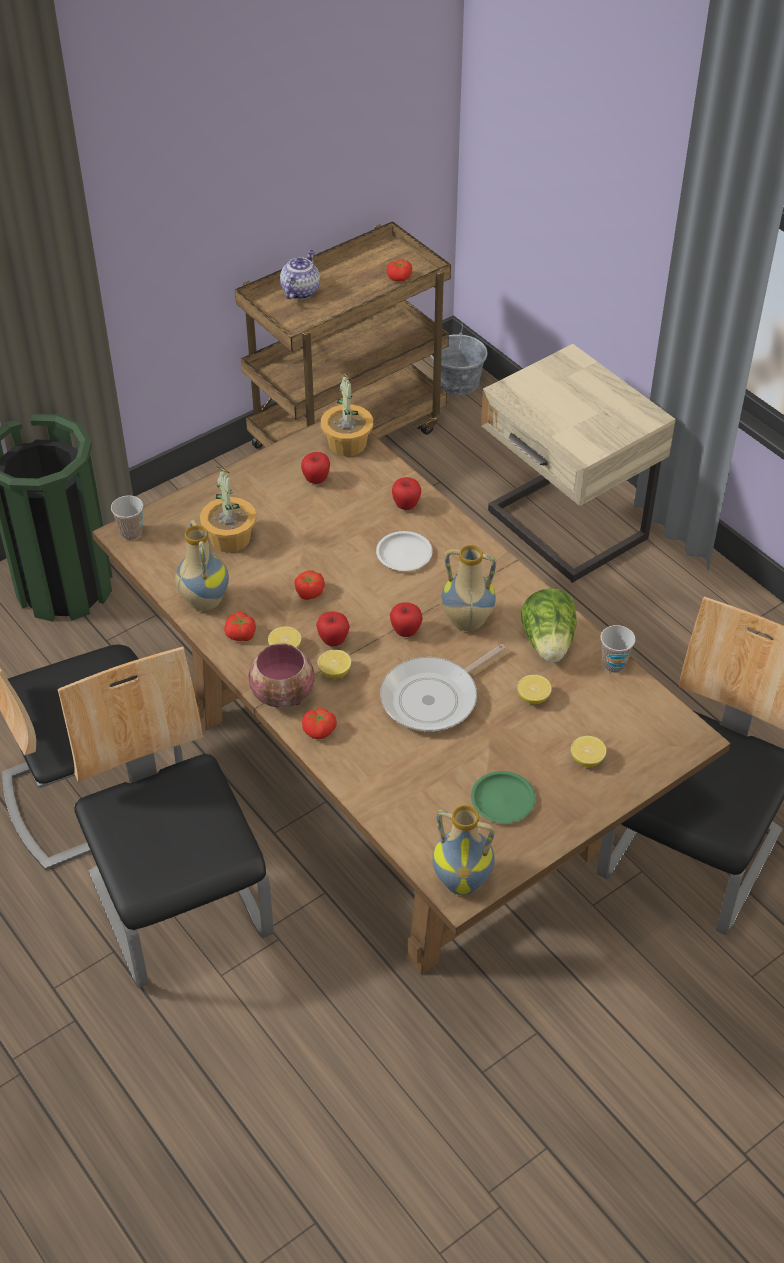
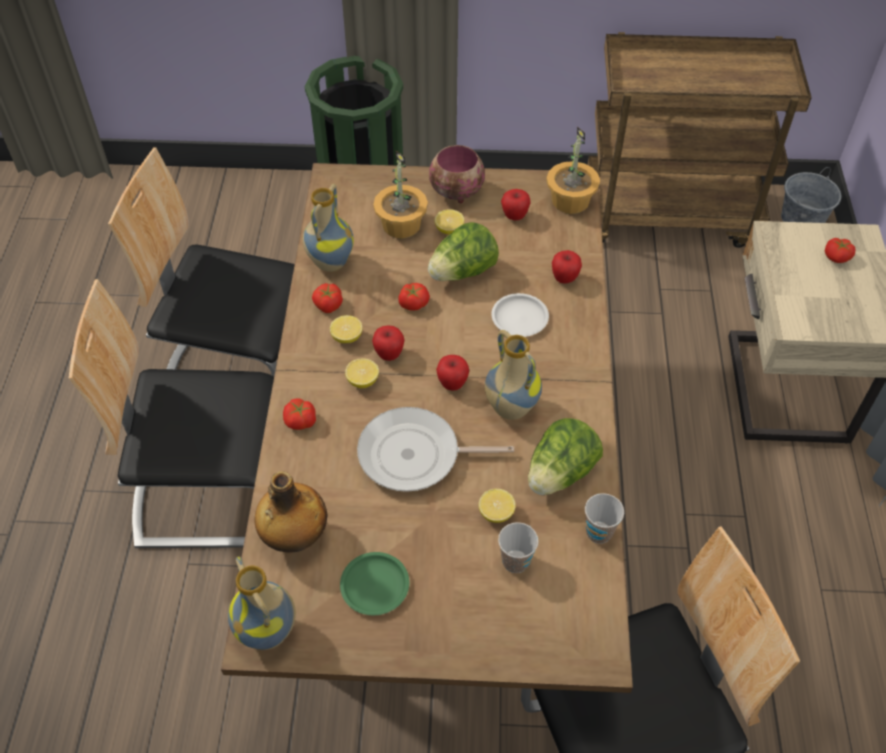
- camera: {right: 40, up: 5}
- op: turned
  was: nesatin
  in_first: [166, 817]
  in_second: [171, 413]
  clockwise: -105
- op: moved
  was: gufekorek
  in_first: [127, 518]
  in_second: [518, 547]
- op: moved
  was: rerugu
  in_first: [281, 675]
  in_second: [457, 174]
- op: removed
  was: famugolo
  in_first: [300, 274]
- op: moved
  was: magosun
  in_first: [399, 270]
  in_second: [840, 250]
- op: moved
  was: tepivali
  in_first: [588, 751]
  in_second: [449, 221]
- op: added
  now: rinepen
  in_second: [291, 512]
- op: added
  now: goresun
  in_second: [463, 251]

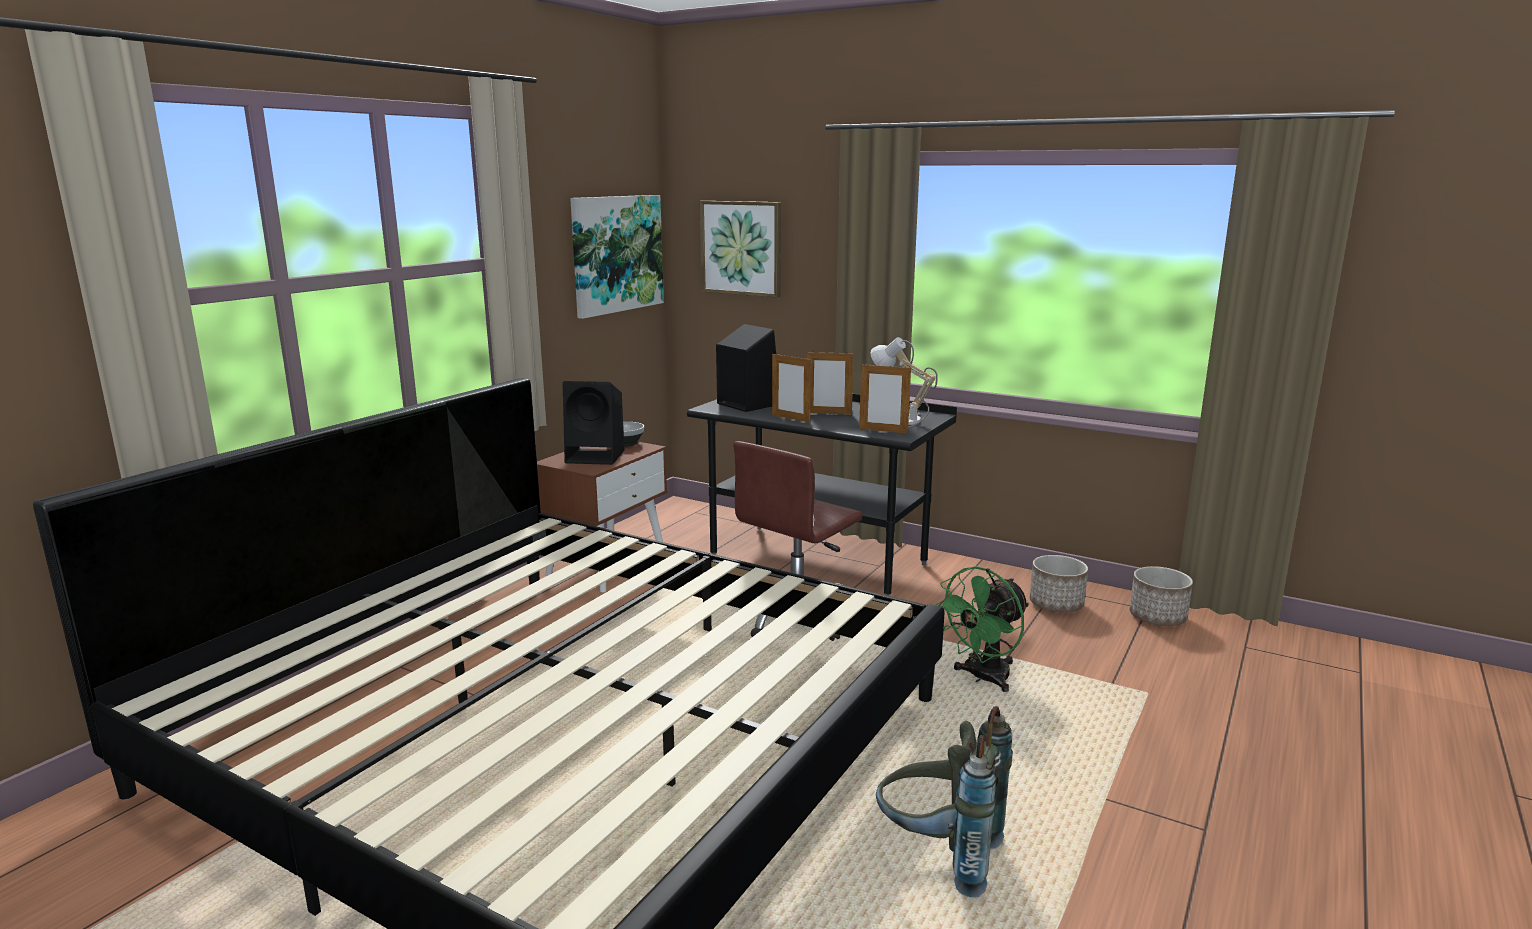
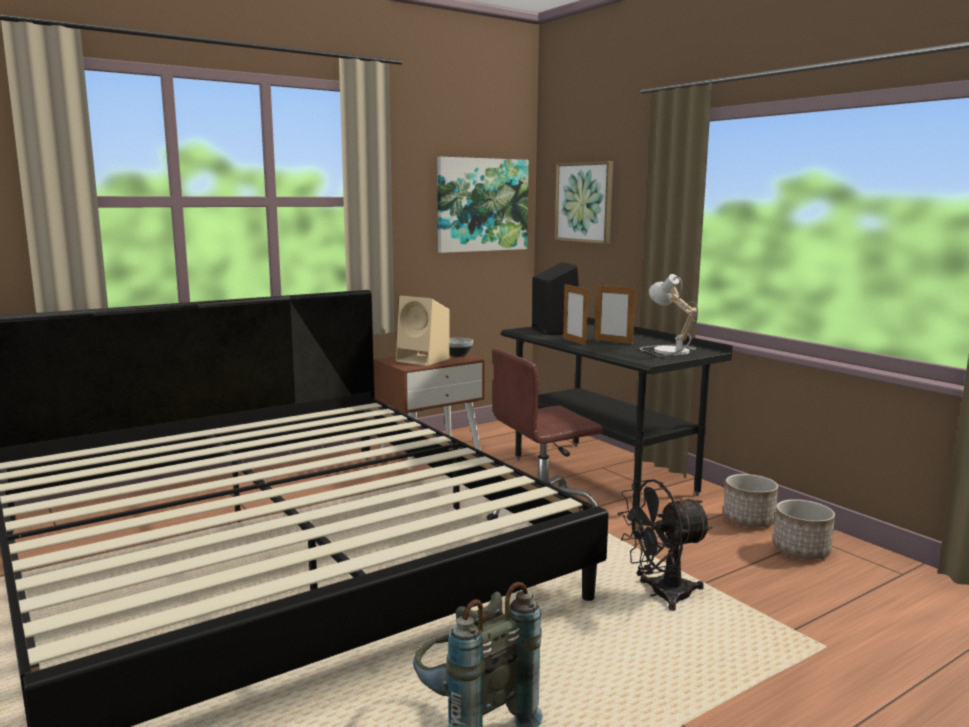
- camera: {right: 25, up: -5}
- op: recoloured
  was: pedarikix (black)
  now: pedarikix (beige)
  in_first: [593, 423]
  in_second: [423, 331]
- op: removed
  was: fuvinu
  in_first: [885, 398]
- op: recoloured
  was: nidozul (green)
  now: nidozul (black)
  in_first: [982, 629]
  in_second: [665, 545]
- op: moved
  was: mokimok
  in_first: [1161, 596]
  in_second: [750, 500]

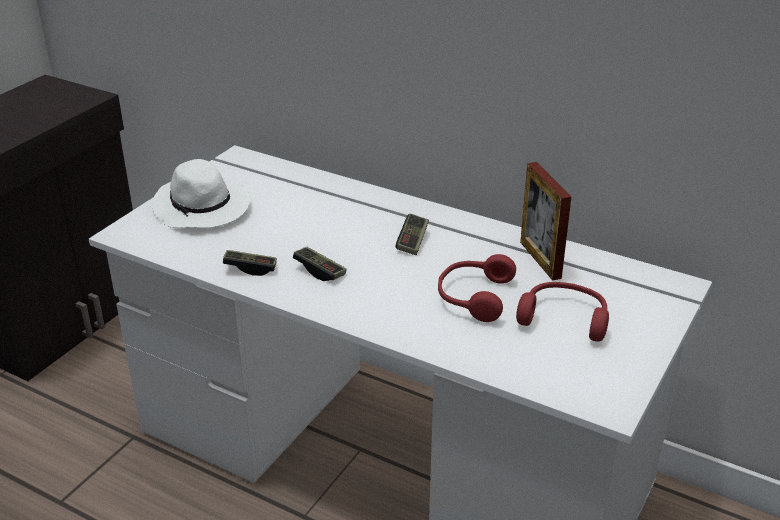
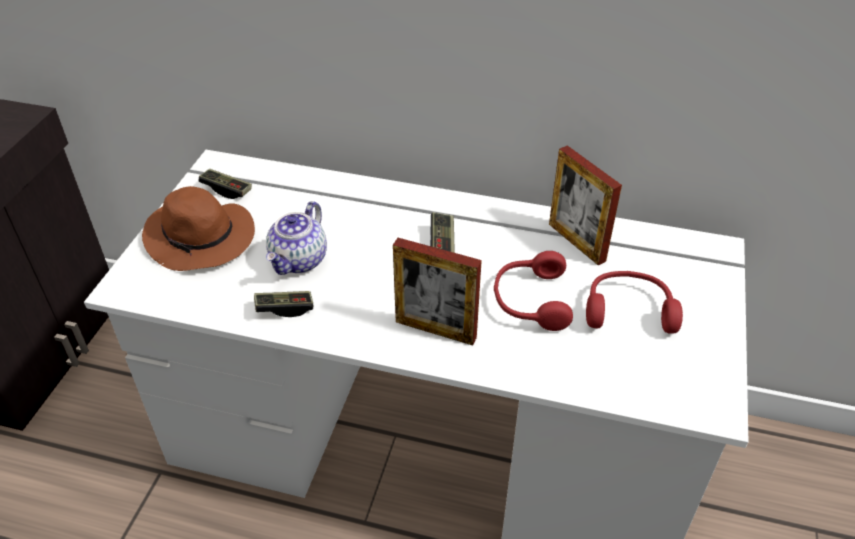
- camera: {right: -15, up: 10}
- op: recoloured
  was: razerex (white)
  now: razerex (brown)
  in_first: [201, 193]
  in_second: [198, 228]
- op: moved
  was: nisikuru
  in_first: [320, 264]
  in_second: [225, 184]
- op: added
  now: famugolo
  in_second: [296, 238]
- op: added
  now: fuvinu
  in_second: [437, 291]

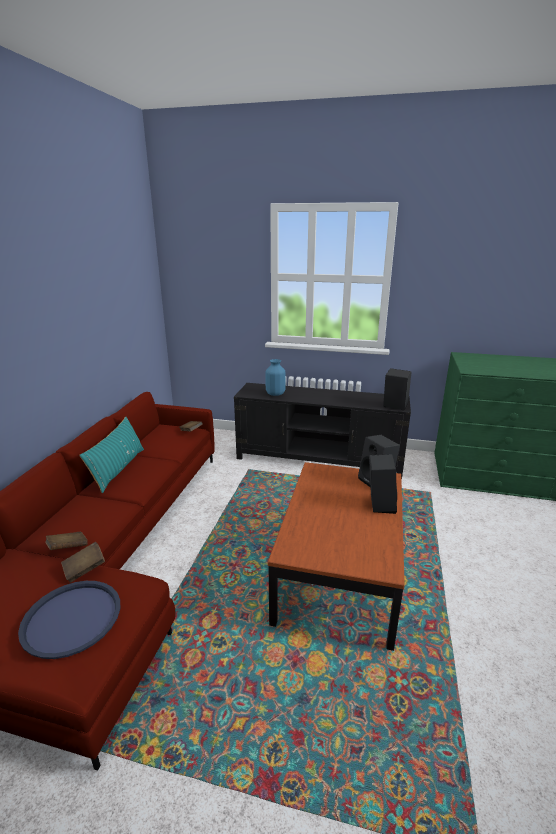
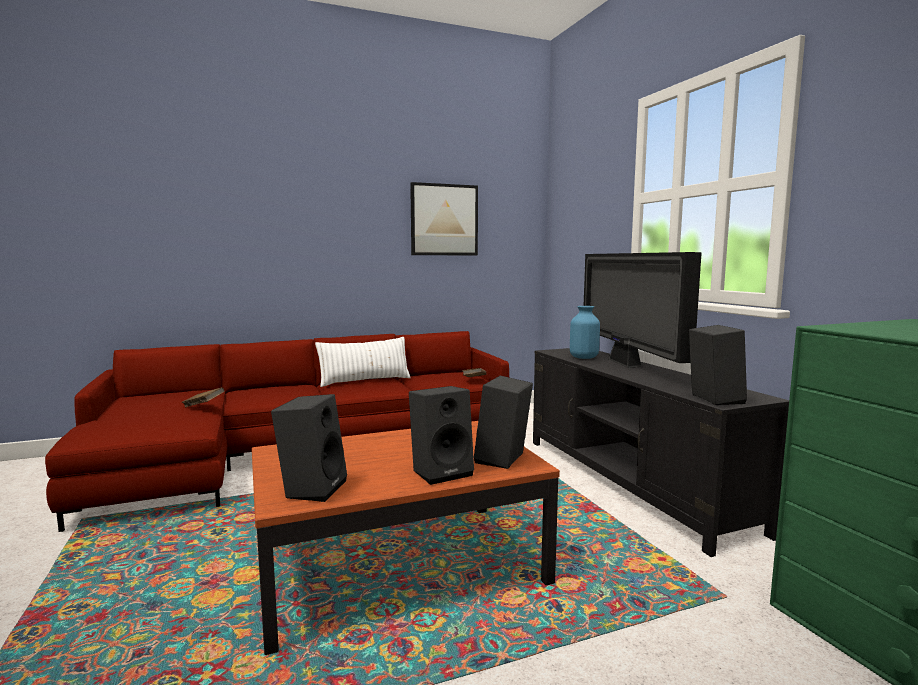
- camera: {right: 55, up: -15}
- op: removed
  was: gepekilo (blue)
  in_first: [69, 620]
- op: removed
  was: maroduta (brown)
  in_first: [66, 541]
- op: recoloured
  was: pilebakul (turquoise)
  now: pilebakul (white)
  in_first: [111, 455]
  in_second: [363, 362]
- op: added
  now: pedarikix (black)
  in_second: [309, 448]
- op: added
  now: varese
  in_second: [444, 218]
- op: added
  now: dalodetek
  in_second: [643, 310]

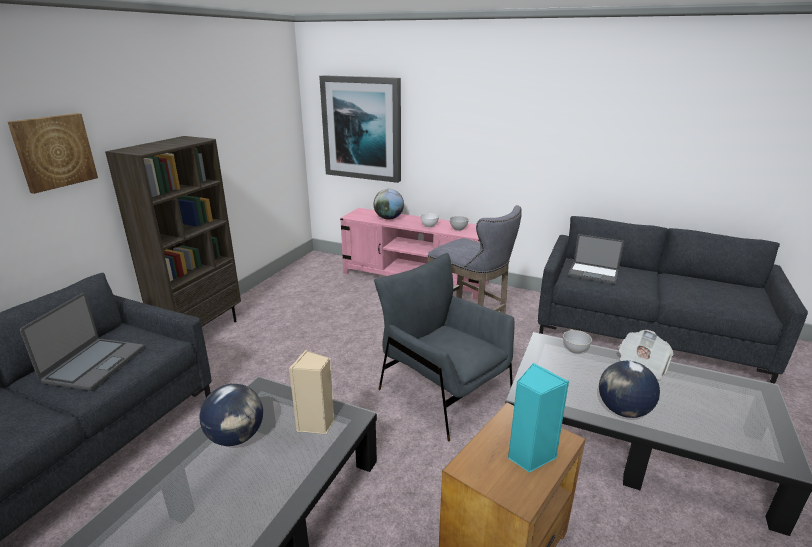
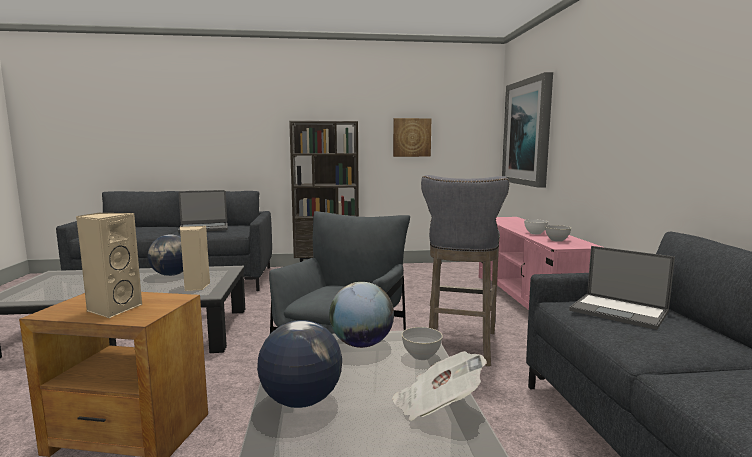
- camera: {right: 60, up: -15}
- op: moved
  was: varese
  in_first: [53, 153]
  in_second: [412, 137]
- op: moved
  was: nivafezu
  in_first: [389, 204]
  in_second: [361, 315]
- op: recoloured
  was: pedarikix (turquoise)
  now: pedarikix (beige)
  in_first: [538, 418]
  in_second: [109, 265]
- op: turned
  was: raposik
  in_first: [596, 259]
  in_second: [622, 288]
  clockwise: -45

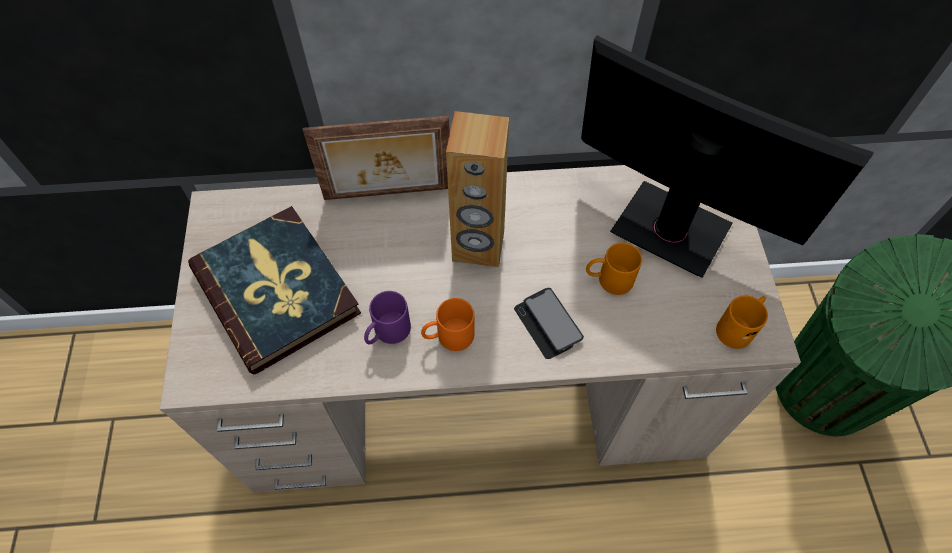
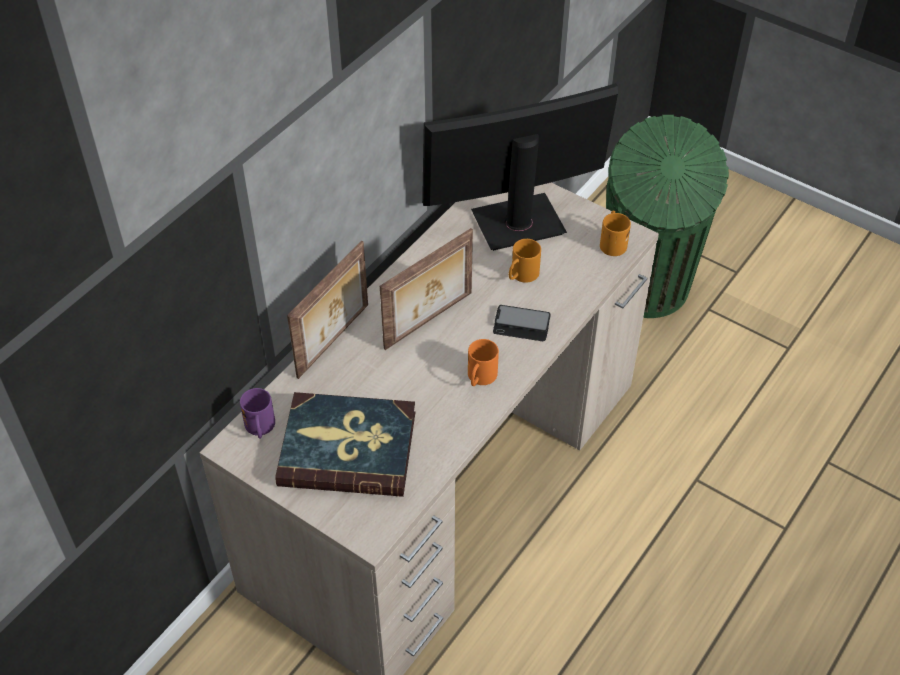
- camera: {right: -50, up: -10}
- op: moved
  was: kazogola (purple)
  in_first: [387, 317]
  in_second: [257, 413]
- op: replaced
  was: pedarikix (brown)
  now: fuvinu
  in_first: [477, 189]
  in_second: [426, 289]

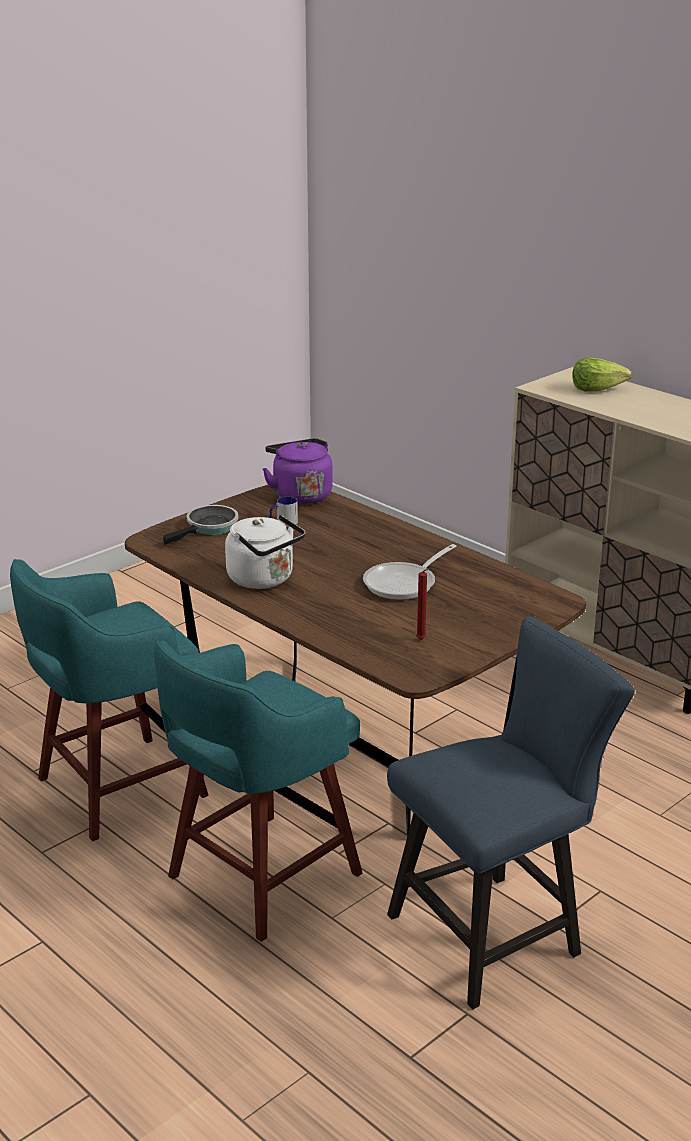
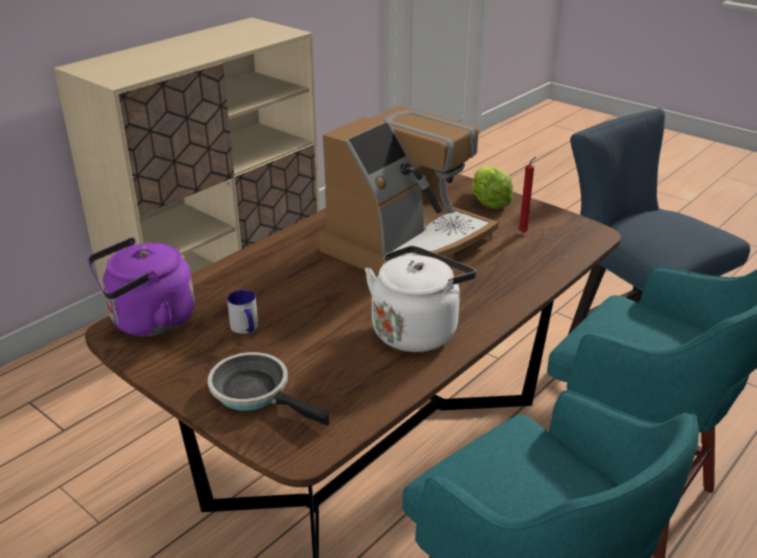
- camera: {right: -95, up: 5}
- op: replaced
  was: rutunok
  now: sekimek
  in_first: [409, 572]
  in_second: [409, 191]
- op: moved
  was: goresun
  in_first: [602, 374]
  in_second: [492, 187]

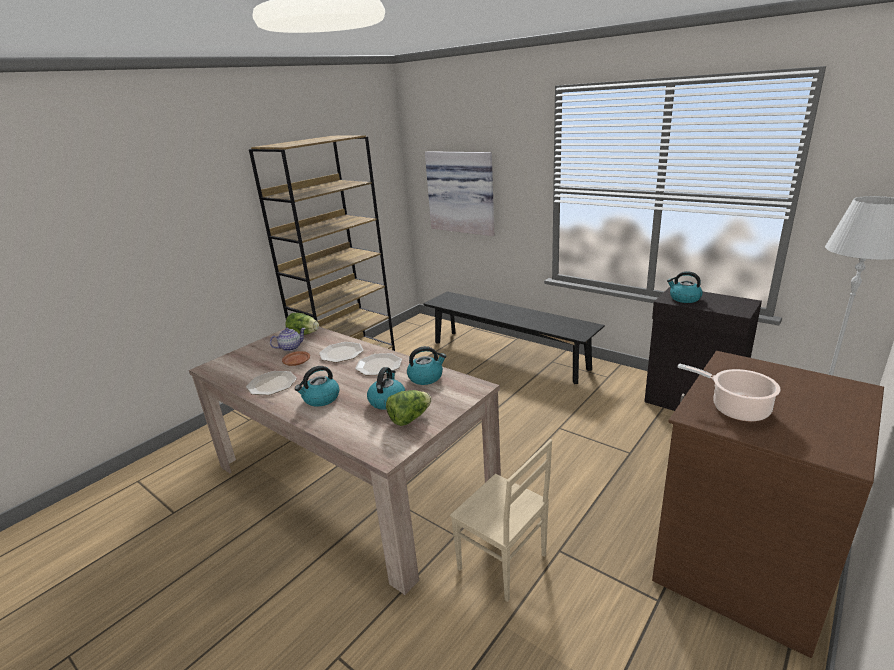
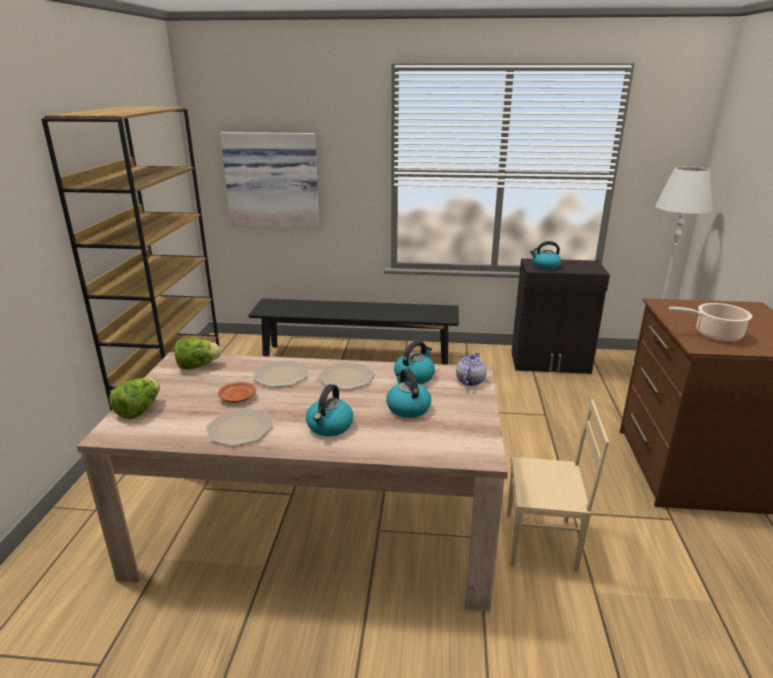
- camera: {right: -35, up: 0}
- op: moved
  was: famugolo
  in_first: [288, 339]
  in_second: [471, 369]
- op: moved
  was: goresun
  in_first: [408, 408]
  in_second: [134, 398]

